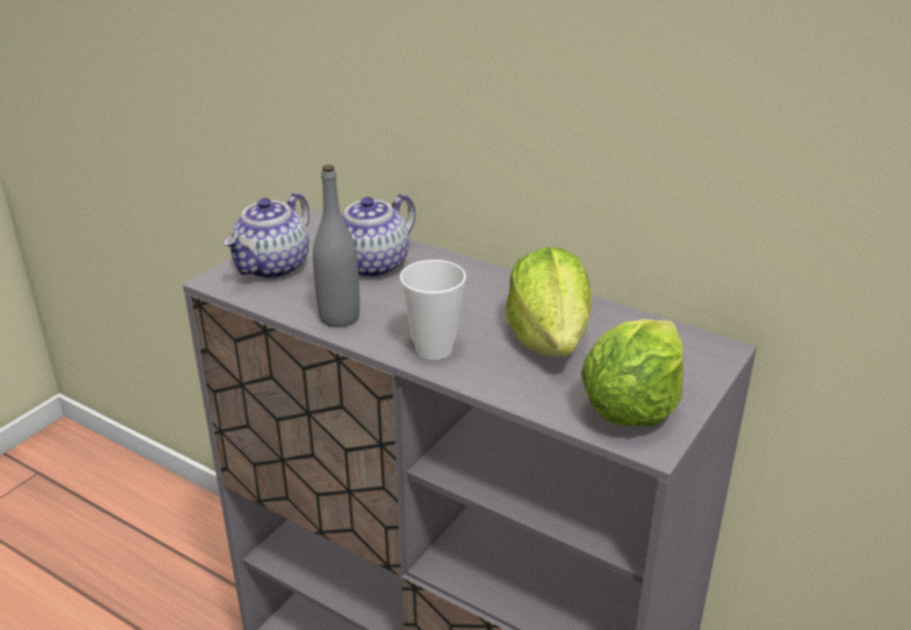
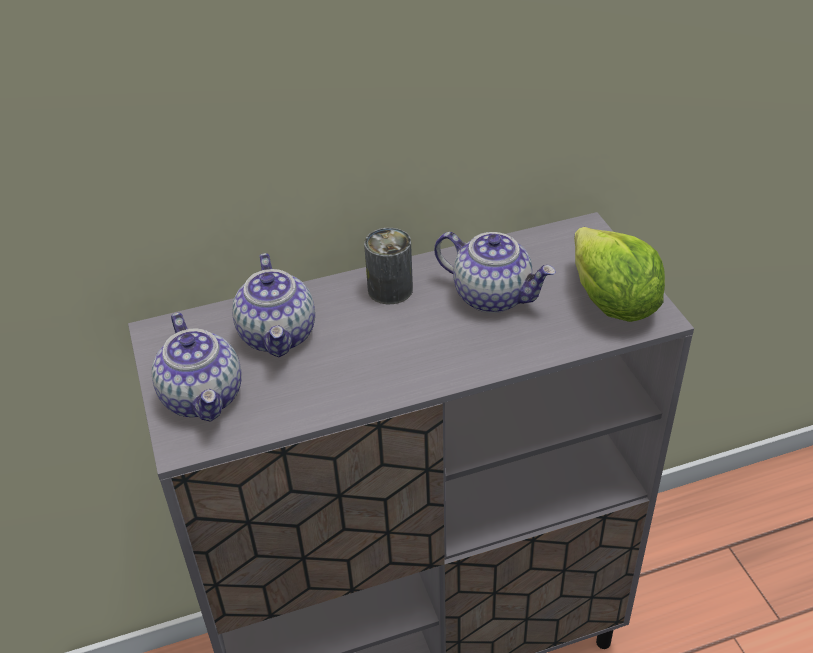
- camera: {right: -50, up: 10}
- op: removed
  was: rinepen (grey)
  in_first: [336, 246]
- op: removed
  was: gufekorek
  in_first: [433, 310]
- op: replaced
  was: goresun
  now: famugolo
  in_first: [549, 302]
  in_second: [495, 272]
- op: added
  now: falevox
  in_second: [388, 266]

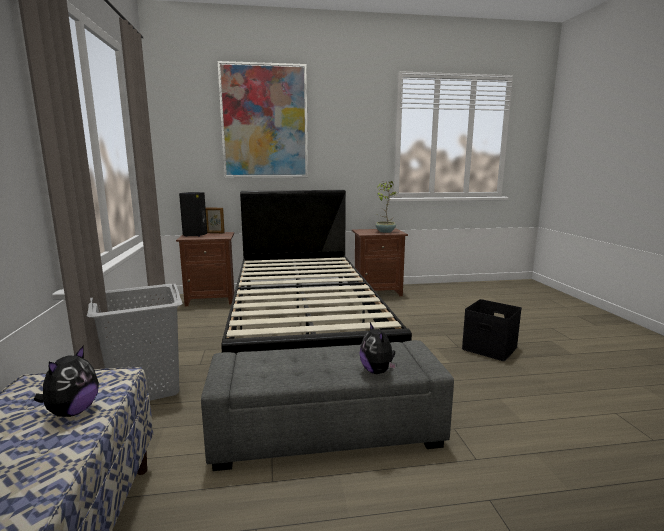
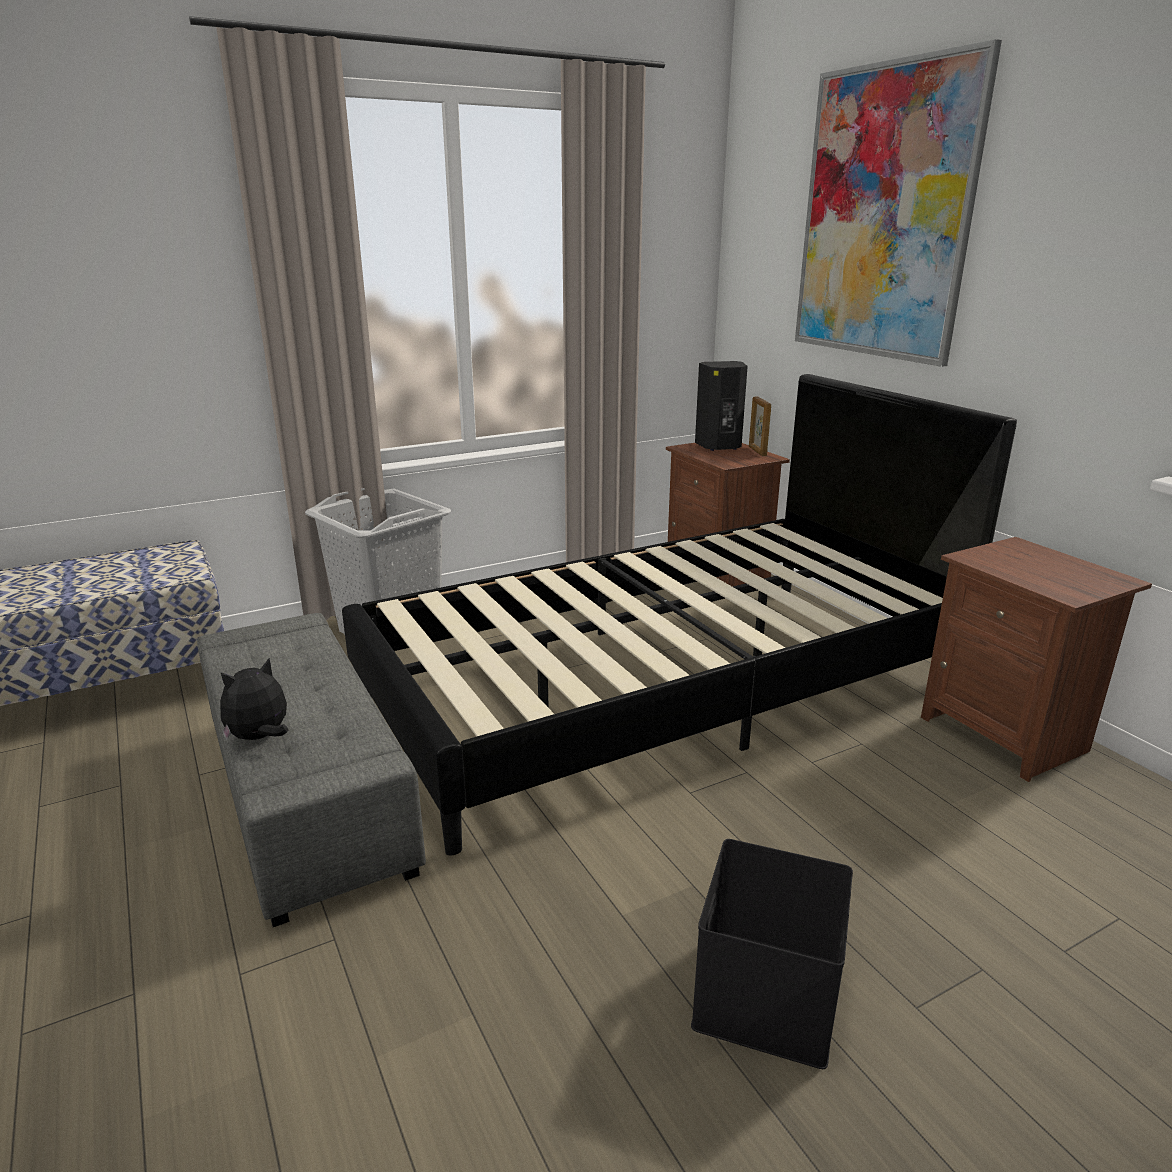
- camera: {right: 70, up: 10}
- op: removed
  was: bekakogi
  in_first: [66, 381]
- op: removed
  was: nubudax
  in_first: [387, 207]

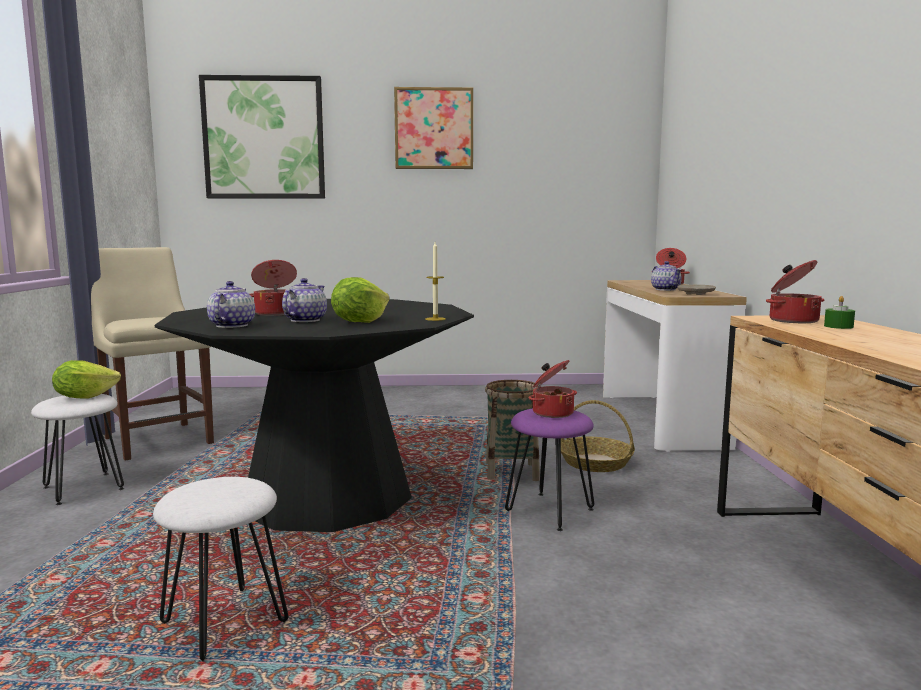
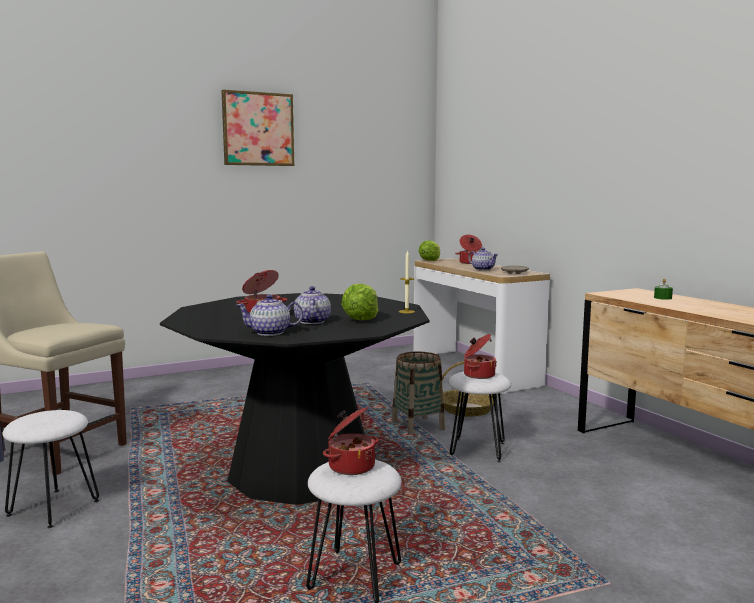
- camera: {right: -25, up: 0}
- op: moved
  was: goresun
  in_first: [86, 379]
  in_second: [429, 251]
- op: removed
  was: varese
  in_first: [262, 137]
- op: turned
  was: famugolo
  in_first: [231, 304]
  in_second: [269, 315]
  clockwise: -75
- op: recoloured
  was: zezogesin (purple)
  now: zezogesin (white)
  in_first: [549, 469]
  in_second: [479, 417]
- op: moved
  was: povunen
  in_first: [795, 291]
  in_second: [351, 441]

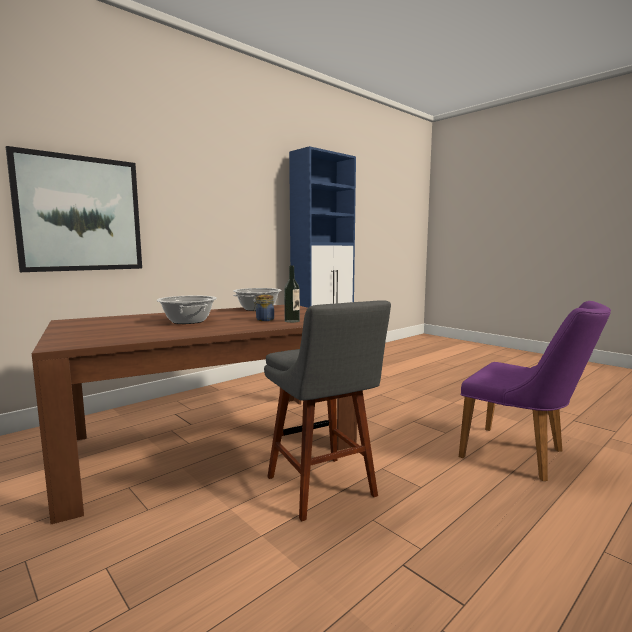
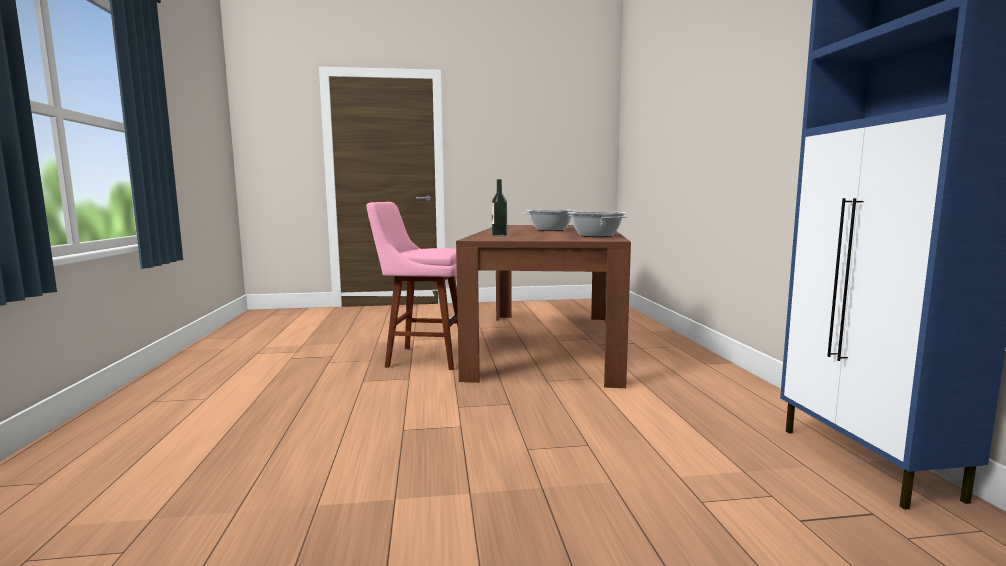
- camera: {right: 125, up: 0}
- op: removed
  was: varese
  in_first: [74, 209]
- op: removed
  was: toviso
  in_first: [264, 308]
- op: recoloured
  was: zezogesin (grey)
  now: zezogesin (pink)
  in_first: [327, 411]
  in_second: [412, 286]
- op: removed
  was: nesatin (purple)
  in_first: [535, 391]

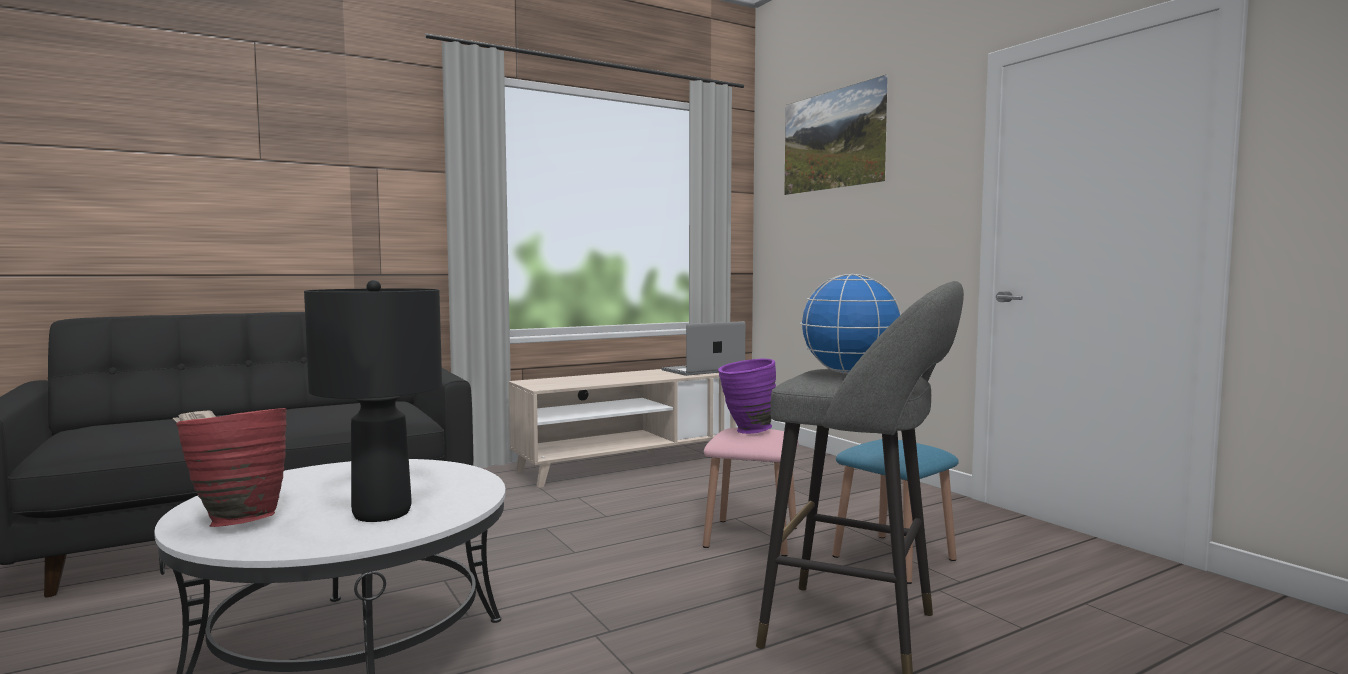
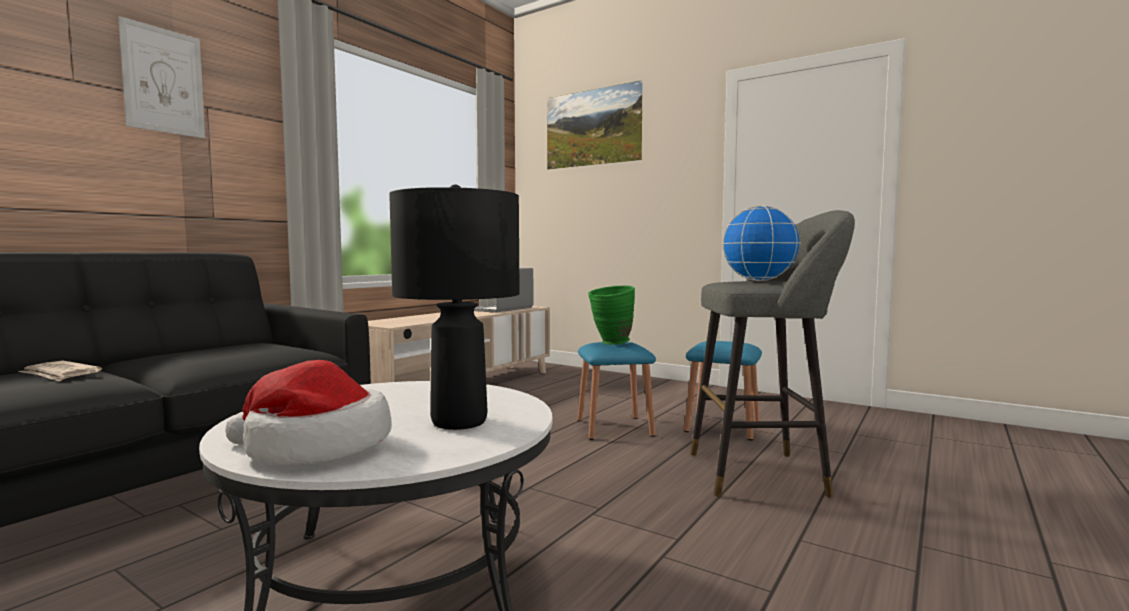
- camera: {right: -25, up: 0}
- op: replaced
  was: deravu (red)
  now: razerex
  in_first: [231, 467]
  in_second: [308, 412]
- op: recoloured
  was: zezogesin (pink)
  now: zezogesin (blue)
  in_first: [751, 492]
  in_second: [616, 391]
- op: recoloured
  was: deravu (purple)
  now: deravu (green)
  in_first: [747, 396]
  in_second: [611, 315]
- op: added
  now: varese
  in_second: [161, 77]

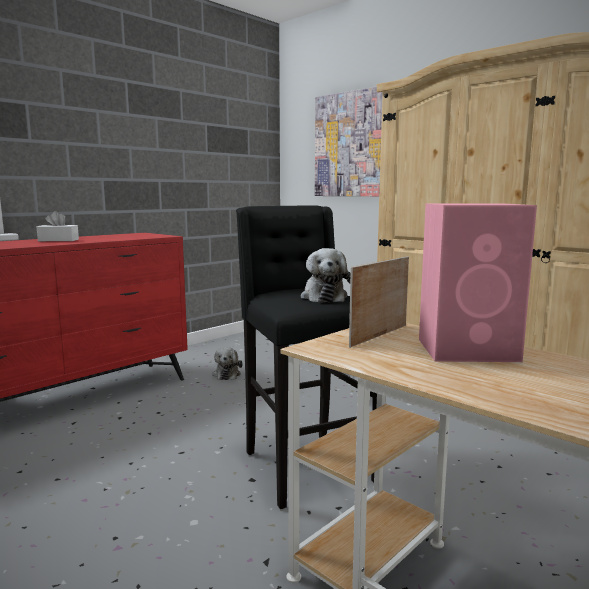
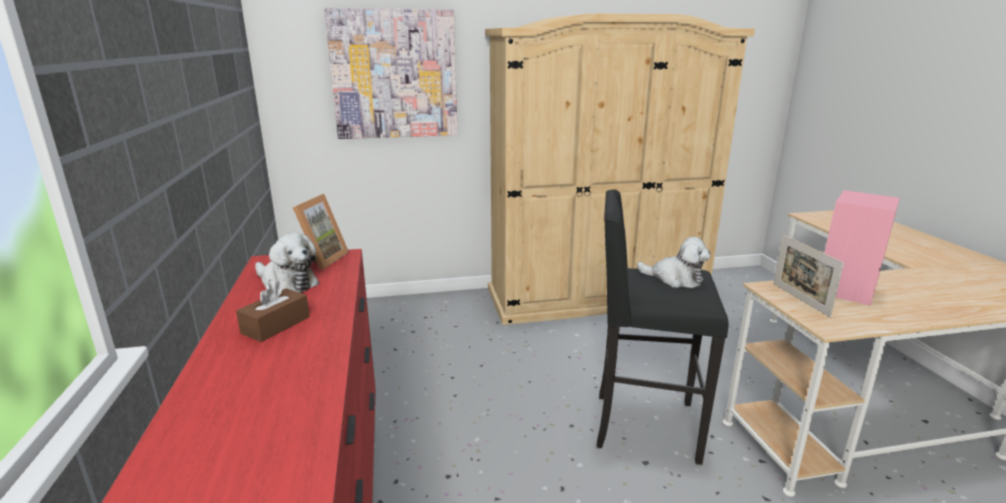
- camera: {right: -55, up: 10}
- op: recoloured
  was: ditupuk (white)
  now: ditupuk (brown)
  in_first: [58, 226]
  in_second: [273, 310]
- op: moved
  was: bekakogi
  in_first: [227, 363]
  in_second: [287, 263]
- op: added
  now: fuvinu
  in_second: [320, 232]

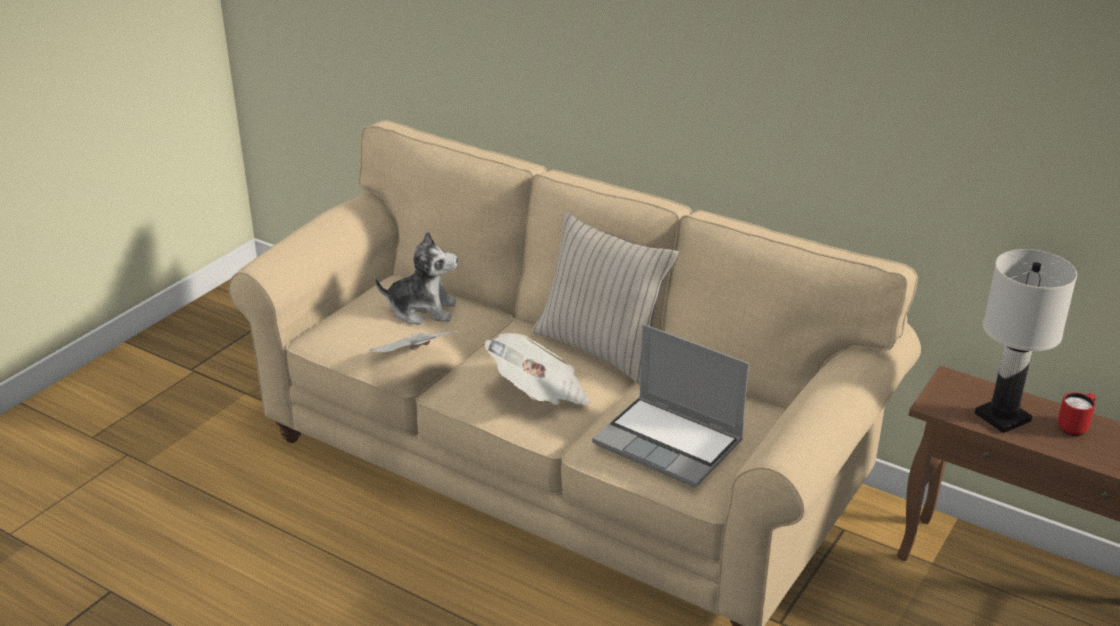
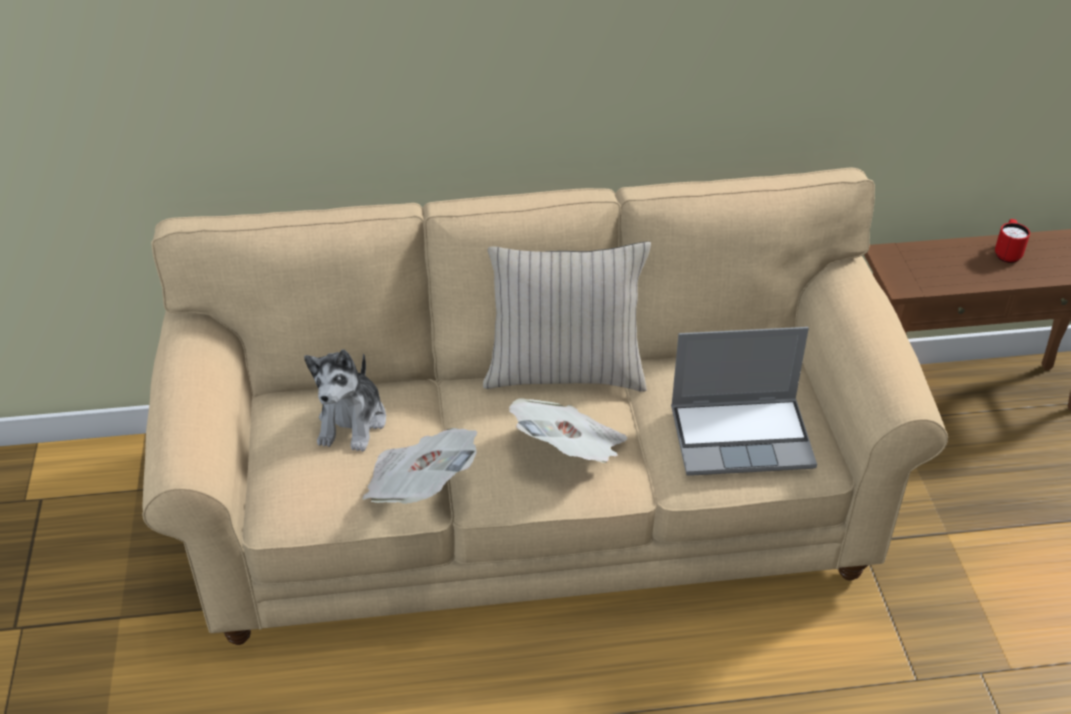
- camera: {right: -40, up: 10}
- op: turned
  was: bekakogi
  in_first: [416, 278]
  in_second: [345, 400]
  clockwise: 135
- op: removed
  was: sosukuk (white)
  in_first: [1026, 341]

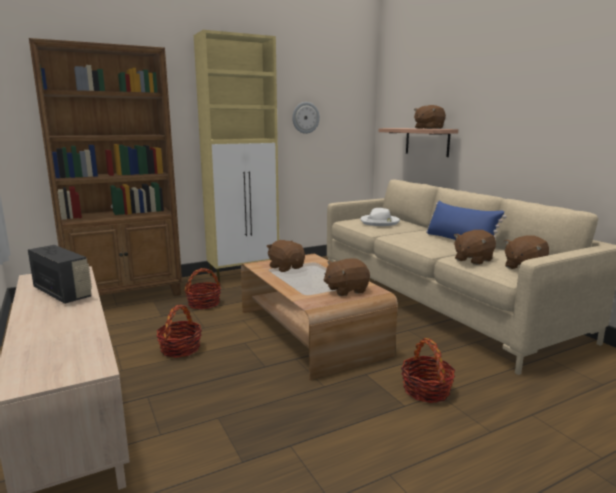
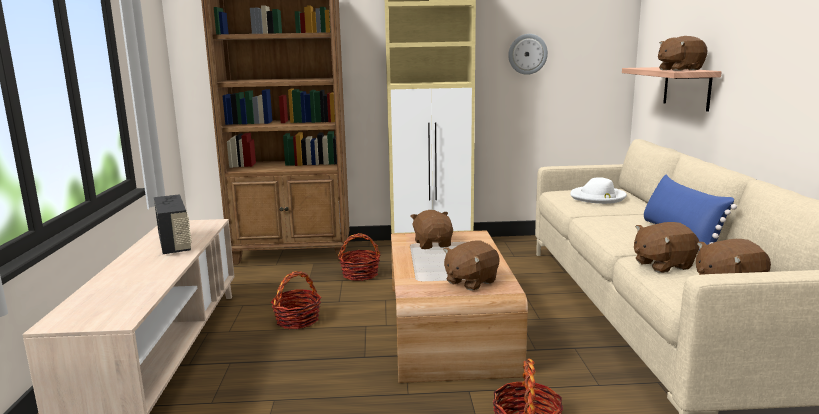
- camera: {right: 25, up: 0}
- op: turned
  was: bekakogi (brown)
  in_first: [347, 277]
  in_second: [471, 265]
  clockwise: -45

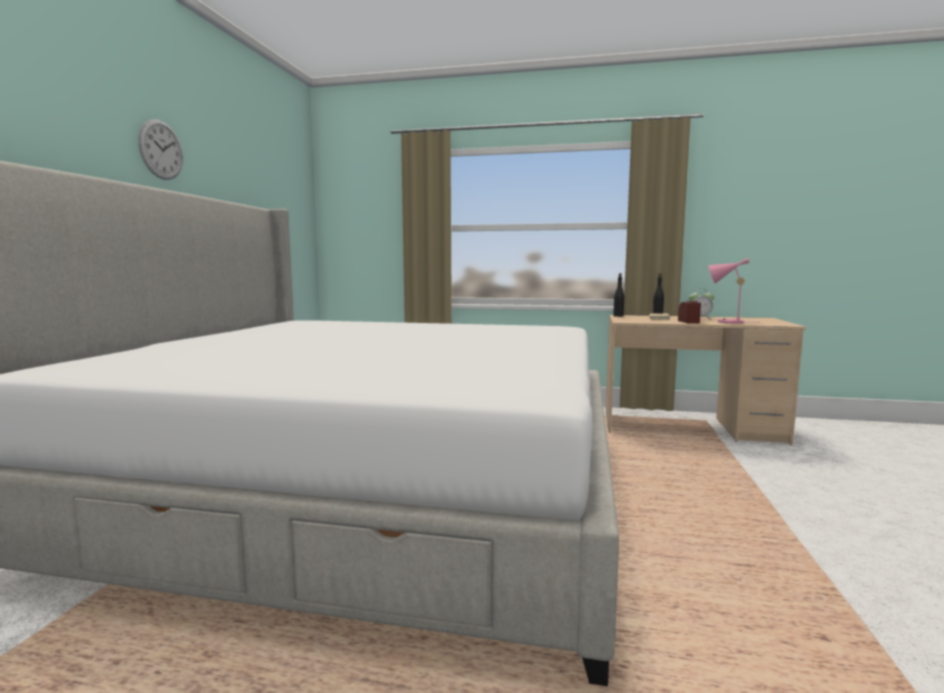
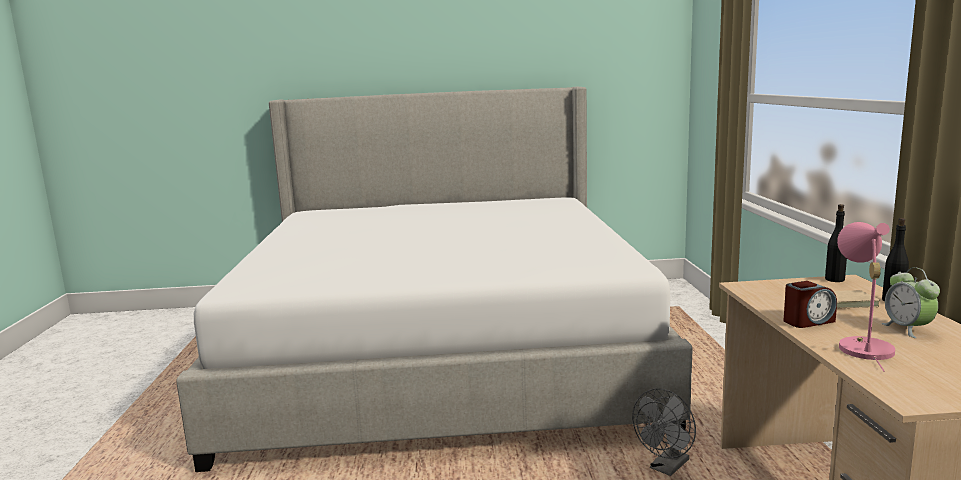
- camera: {right: 75, up: 5}
- op: removed
  was: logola
  in_first: [160, 149]
- op: added
  now: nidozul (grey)
  in_second: [664, 432]

